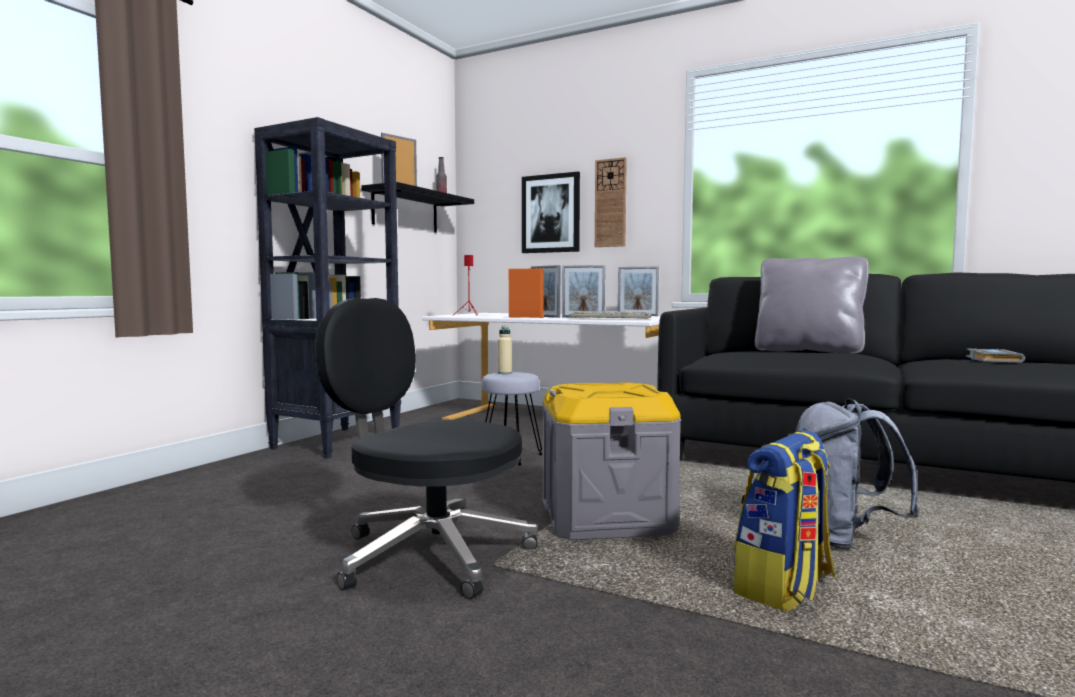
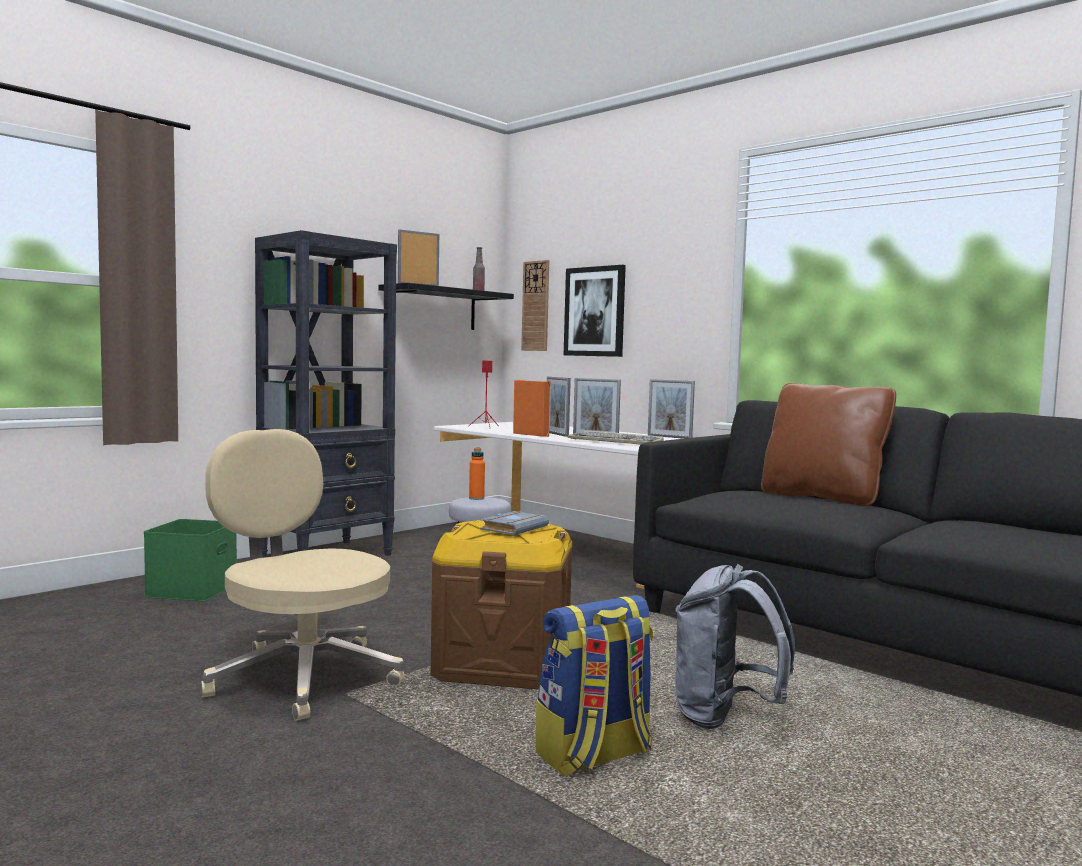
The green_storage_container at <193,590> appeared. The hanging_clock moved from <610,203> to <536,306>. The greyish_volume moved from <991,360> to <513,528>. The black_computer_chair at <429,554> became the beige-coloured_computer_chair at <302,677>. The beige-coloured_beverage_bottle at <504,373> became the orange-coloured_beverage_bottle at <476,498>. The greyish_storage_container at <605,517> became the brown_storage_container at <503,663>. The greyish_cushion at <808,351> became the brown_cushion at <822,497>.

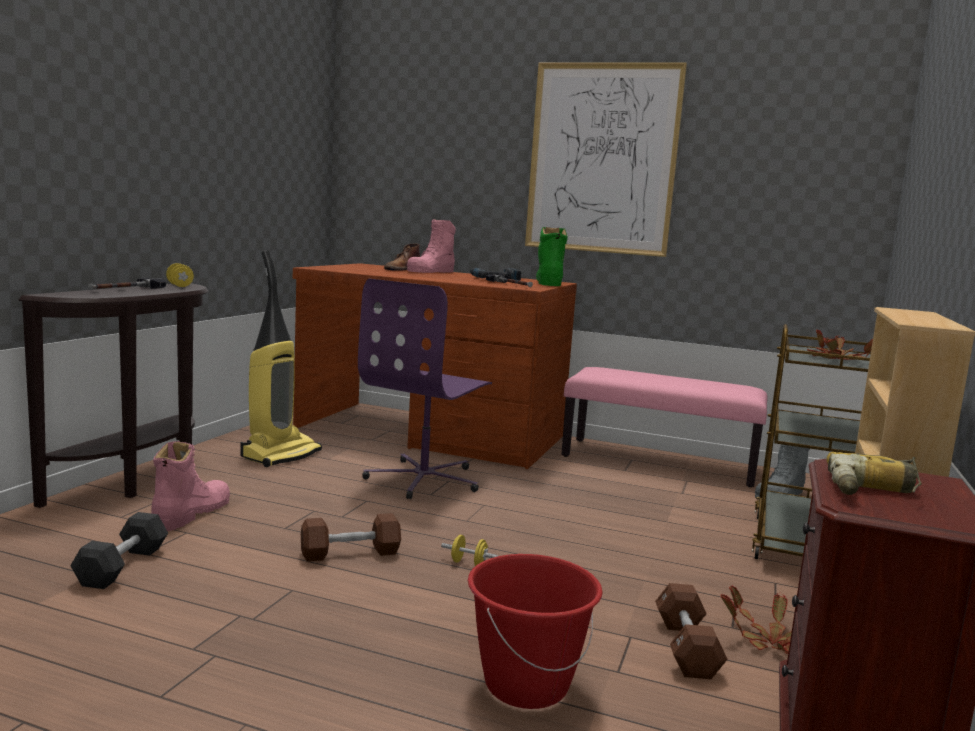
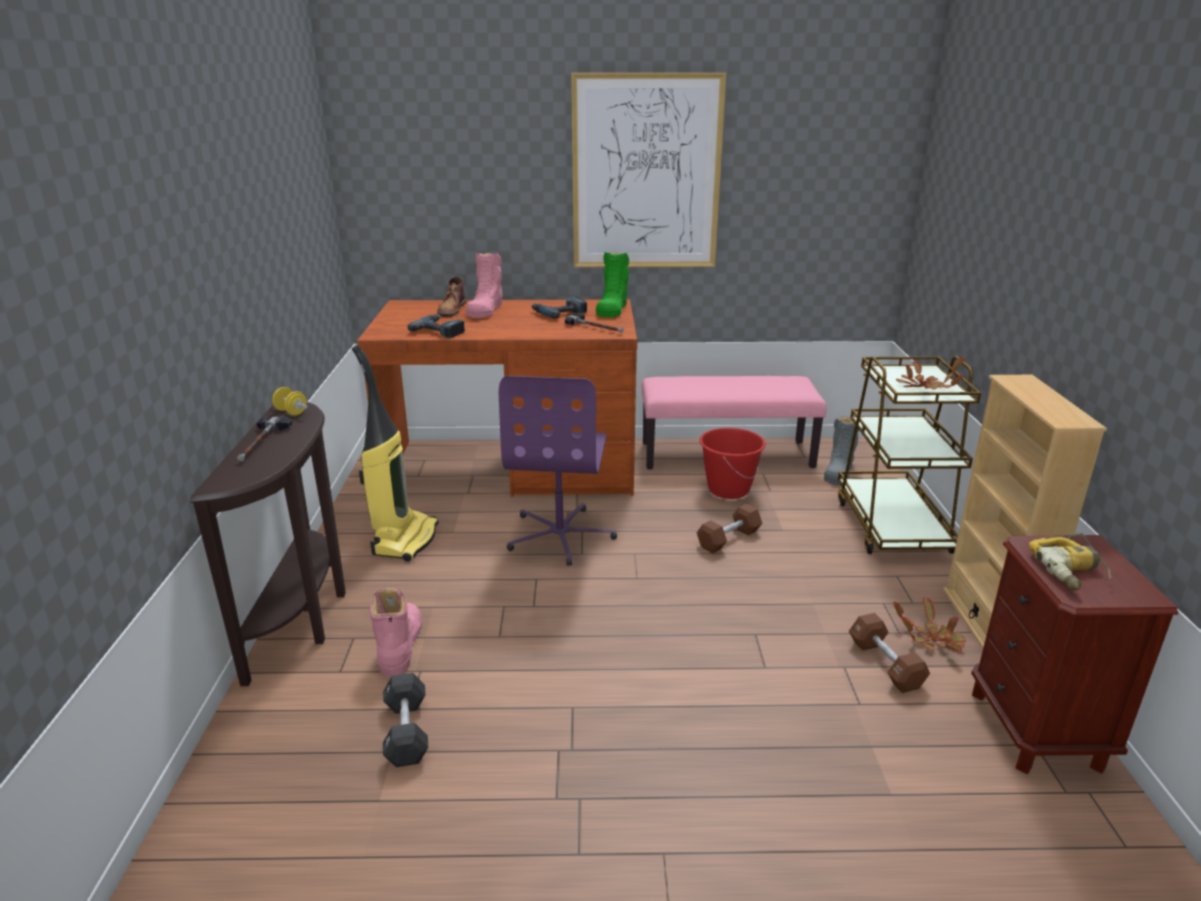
The yellow_free_weight at <468,563> disappeared. The electric_drill at <440,330> appeared. The brown_free_weight moved from <350,553> to <728,539>. The reddish_bucket moved from <525,684> to <728,489>. The green_high-top_boot at <548,283> turned 150 degrees counterclockwise.

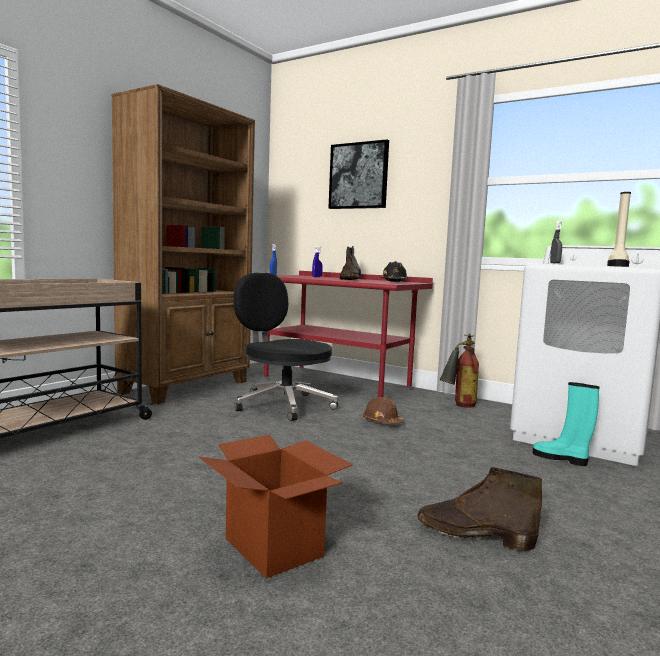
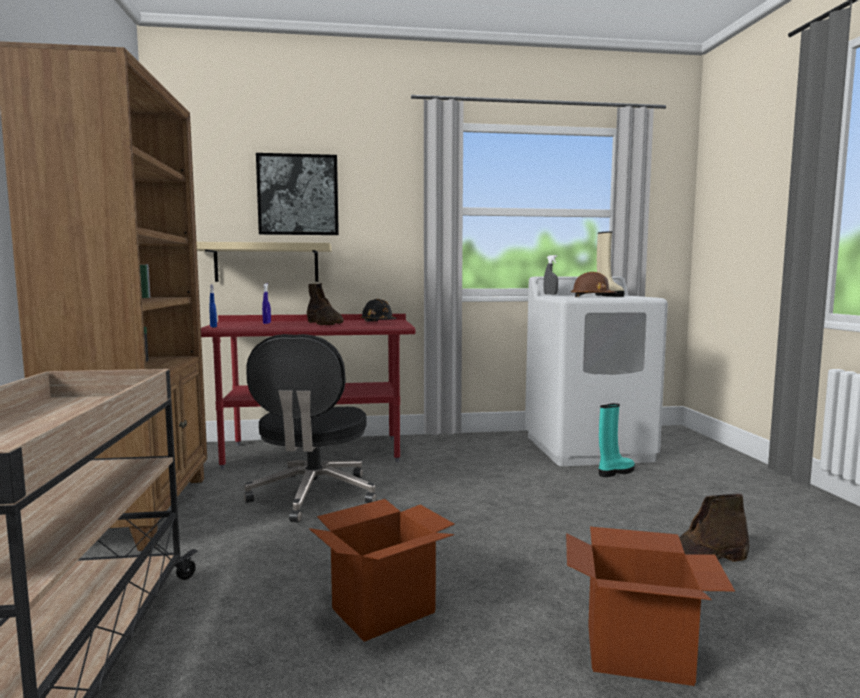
The extinguisher at <458,406> disappeared. The beige-coloured_wall_shelf at <266,263> appeared. The carton at <384,610> appeared. The brown_work_helmet moved from <382,422> to <592,297>. The black_computer_chair at <282,405> turned 90 degrees counterclockwise. The turquoise_high-top_boot at <561,459> turned 150 degrees clockwise.

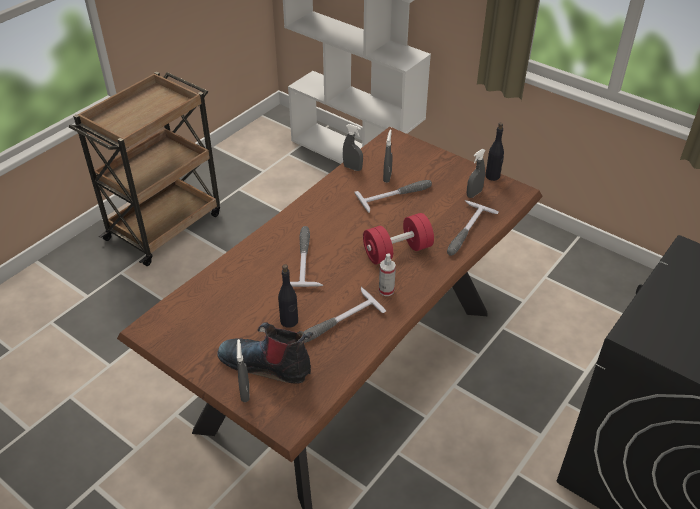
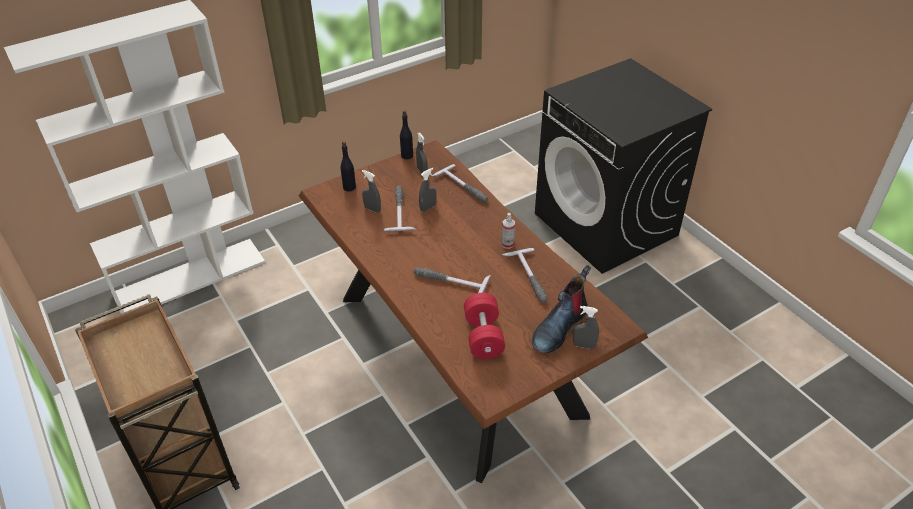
The black_beverage_bottle moved from <289,321> to <349,187>. The greyish_sprayer moved from <352,168> to <428,207>. The reddish_free_weight moved from <397,251> to <483,336>.

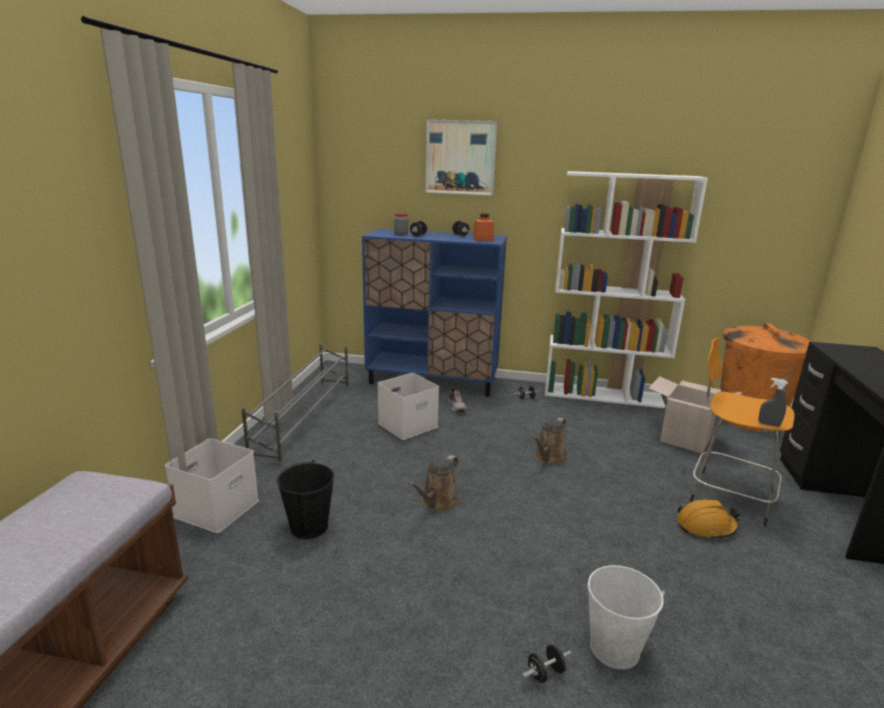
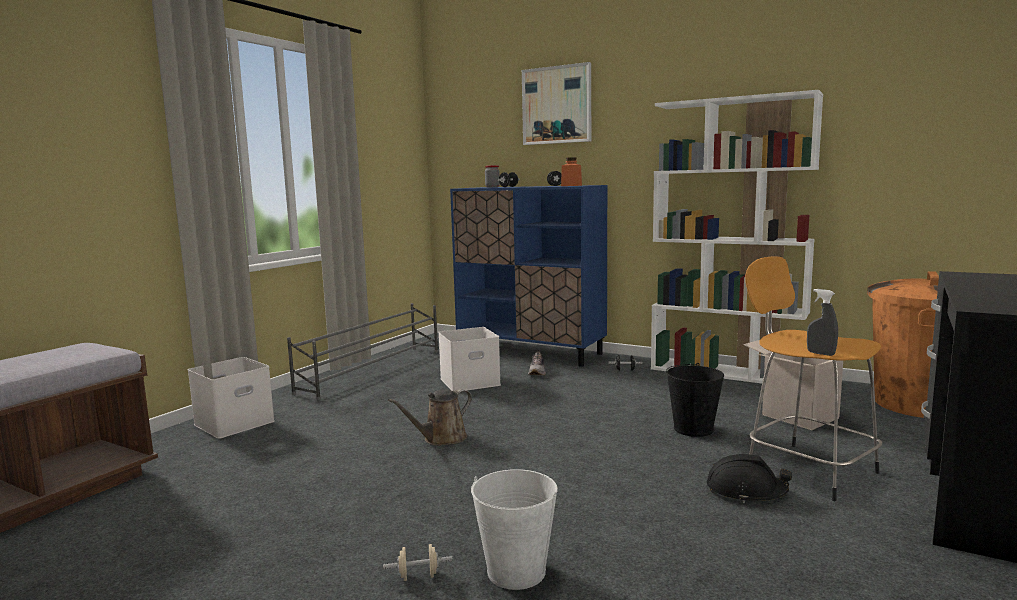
The brown_watering_pot at <549,457> disappeared. The black_bucket moved from <309,526> to <693,429>. The black_free_weight at <545,673> became the beige-coloured_free_weight at <418,576>. The orange-coloured_work_helmet at <706,526> became the black_work_helmet at <746,491>.

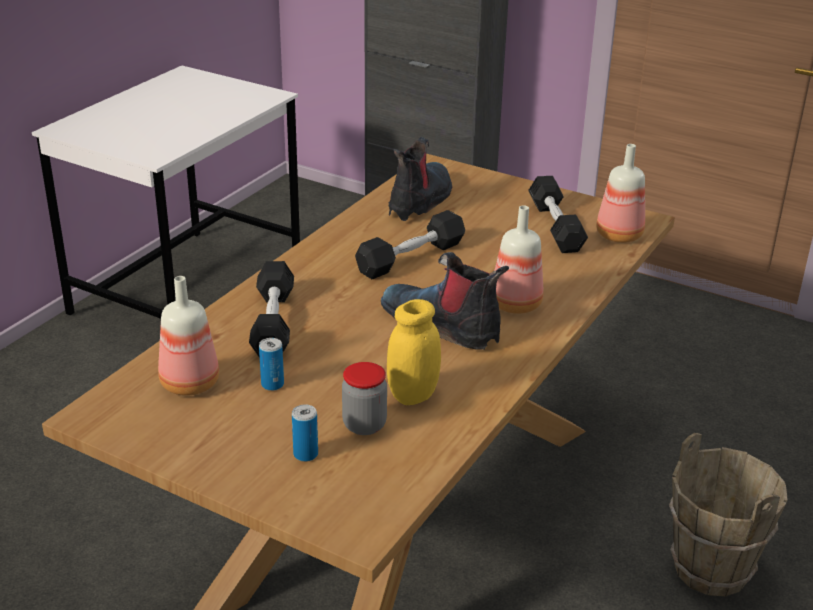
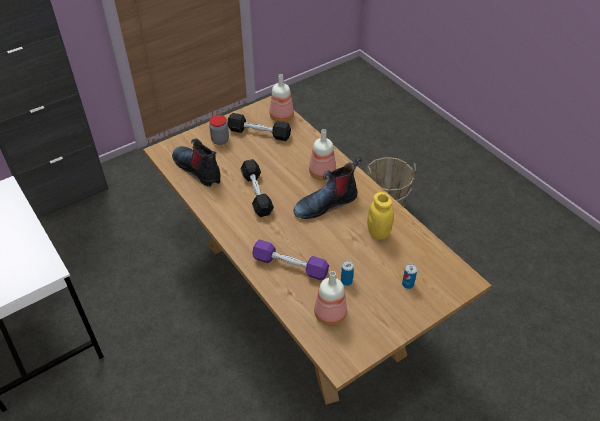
The preserve_jar moved from <364,425> to <220,140>. The black_free_weight at <273,323> became the purple-coloured_free_weight at <290,266>.

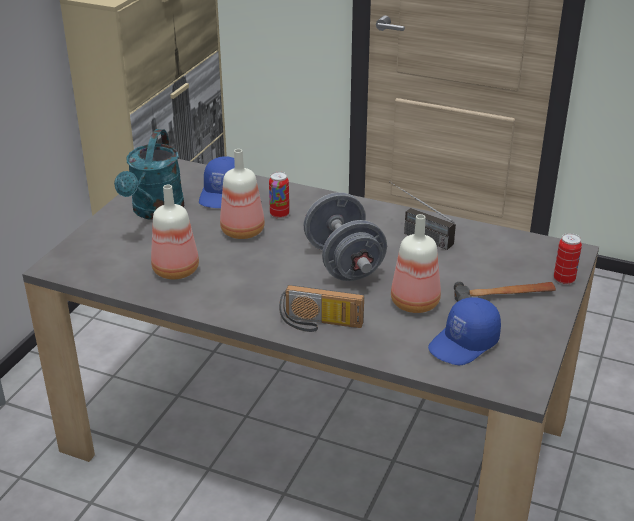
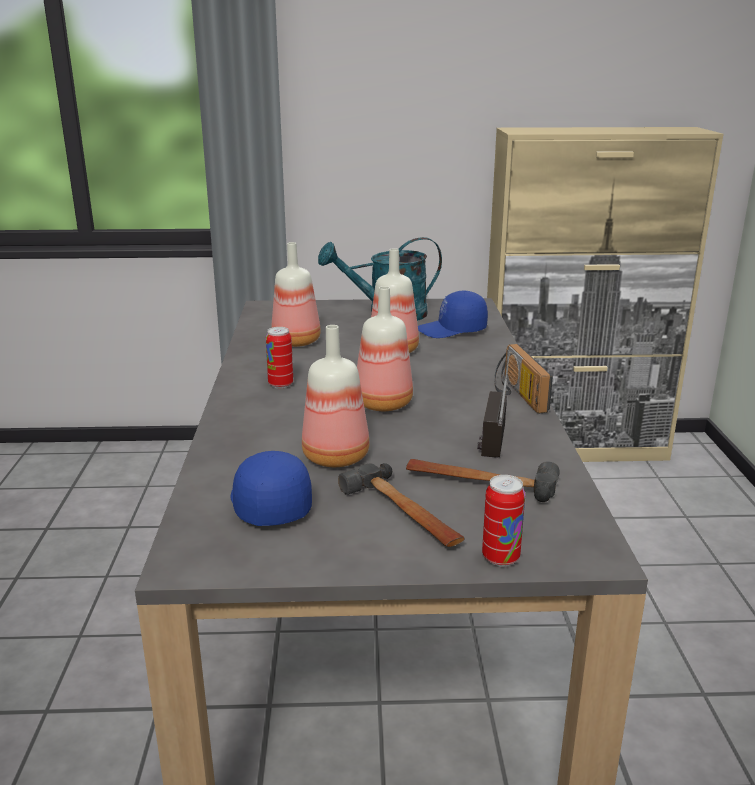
The hammer at <480,482> appeared. The can moved from <279,214> to <280,384>. The radio_receiver moved from <320,324> to <516,395>. The greyish_free_weight at <344,263> was replaced by the beverage_bottle at <383,405>. The blue_peaked_cap at <464,344> turned 45 degrees clockwise.

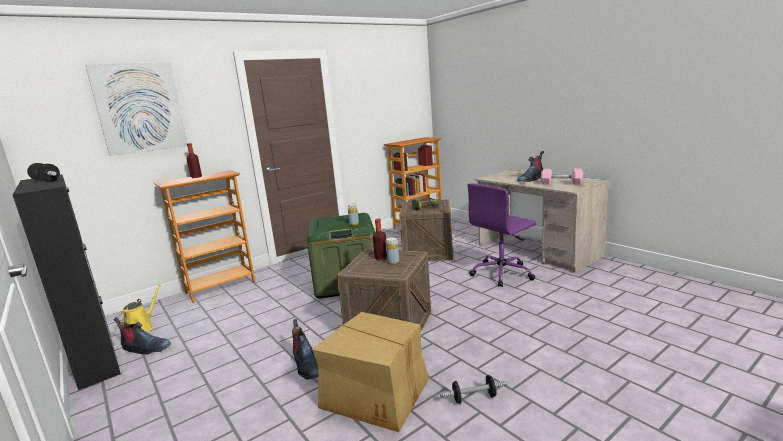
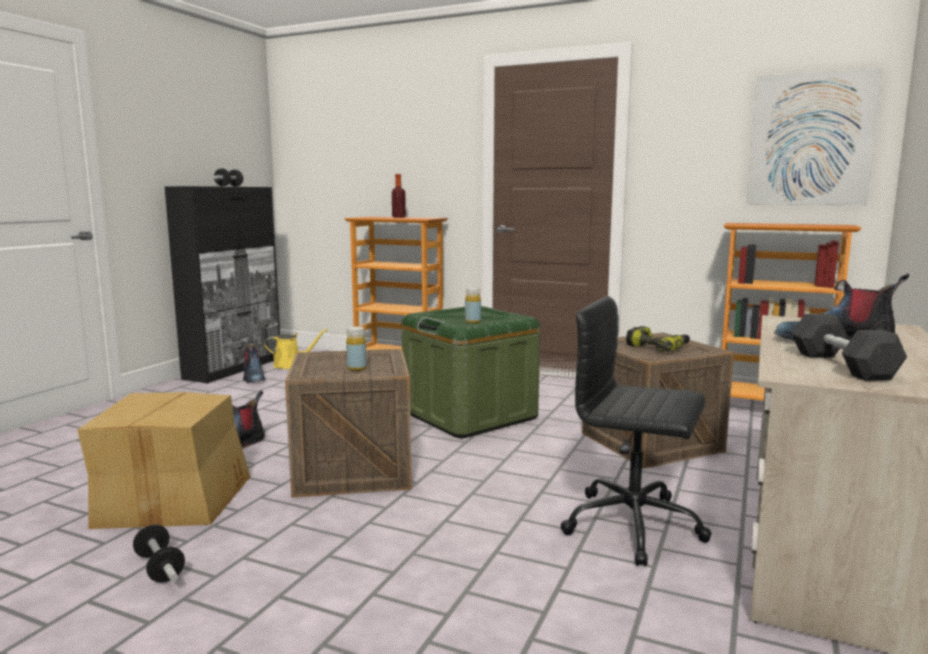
The beverage_bottle at <381,258> disappeared. The picture moved from <140,108> to <810,139>. The purple-coloured_computer_chair at <502,273> became the black_computer_chair at <635,526>. The pink_free_weight at <561,183> became the greyish_free_weight at <842,365>.

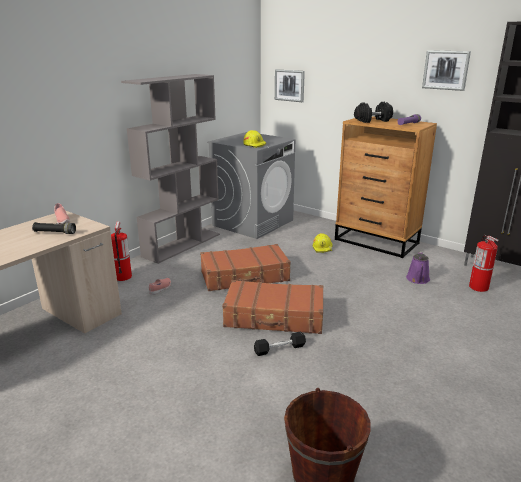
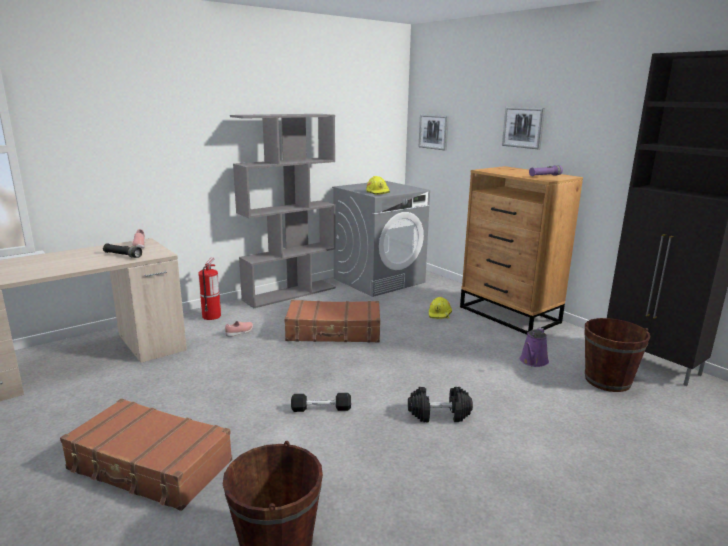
The brown_travel_case moved from <274,317> to <150,466>. The black_free_weight moved from <372,121> to <439,415>. The picture moved from <446,70> to <523,127>. The extinguisher at <479,287> was replaced by the brown_bucket at <607,381>.

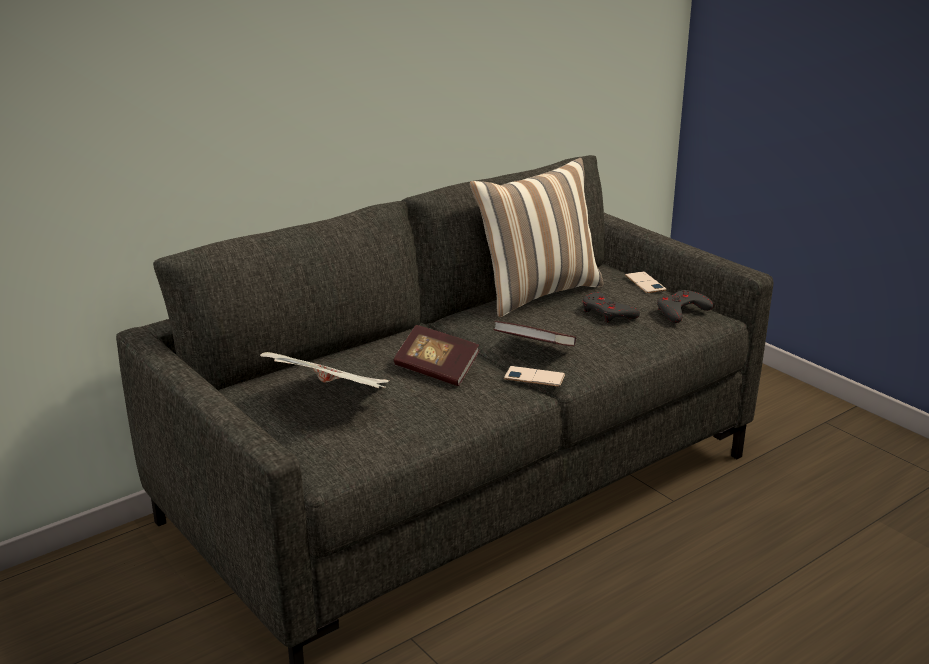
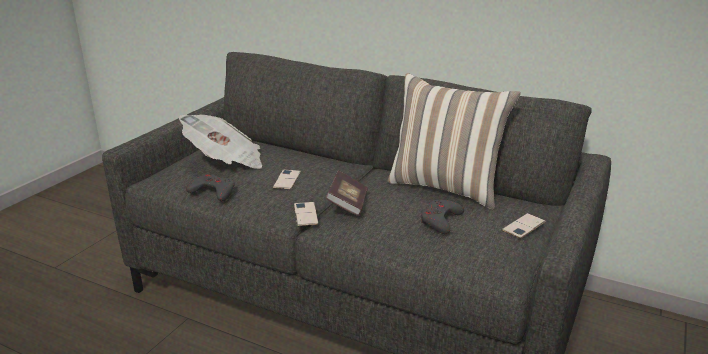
The greyish_game_controller moved from <681,311> to <213,191>. The volume at <436,370> was replaced by the phone at <287,180>.

